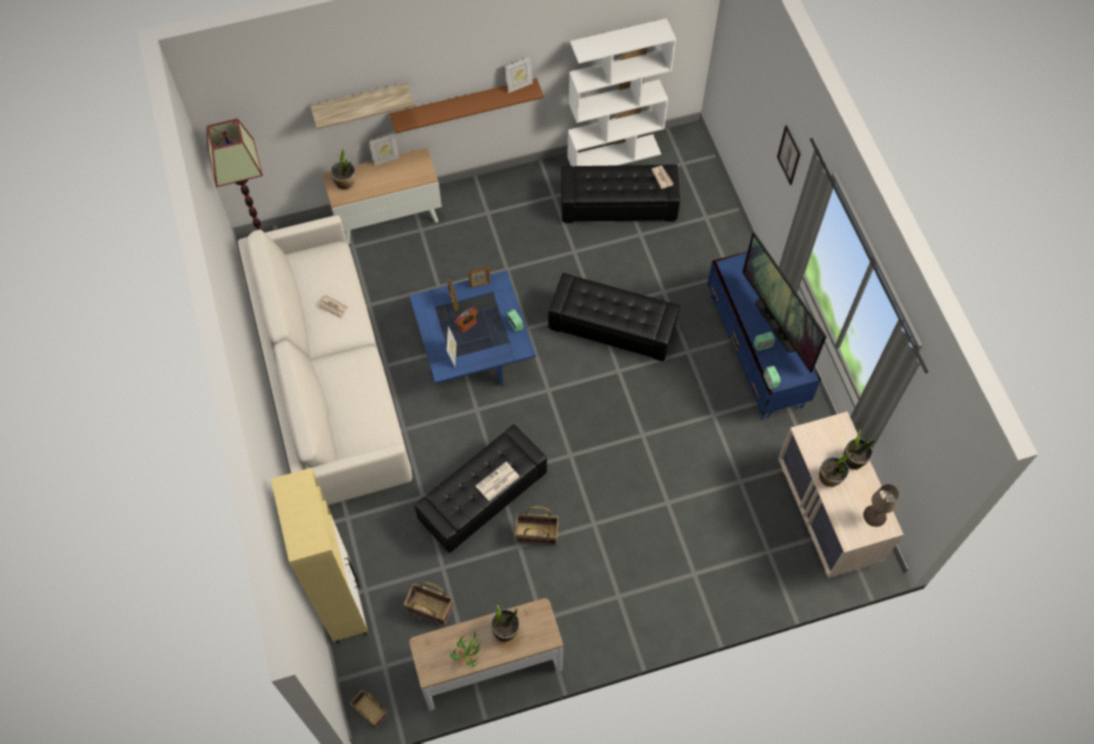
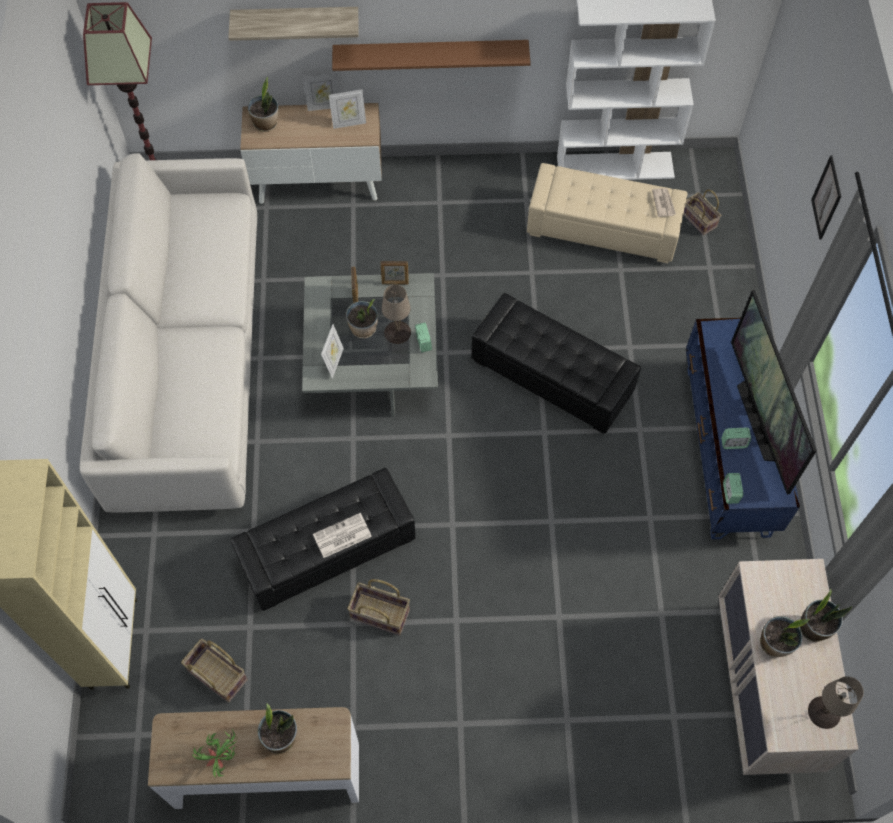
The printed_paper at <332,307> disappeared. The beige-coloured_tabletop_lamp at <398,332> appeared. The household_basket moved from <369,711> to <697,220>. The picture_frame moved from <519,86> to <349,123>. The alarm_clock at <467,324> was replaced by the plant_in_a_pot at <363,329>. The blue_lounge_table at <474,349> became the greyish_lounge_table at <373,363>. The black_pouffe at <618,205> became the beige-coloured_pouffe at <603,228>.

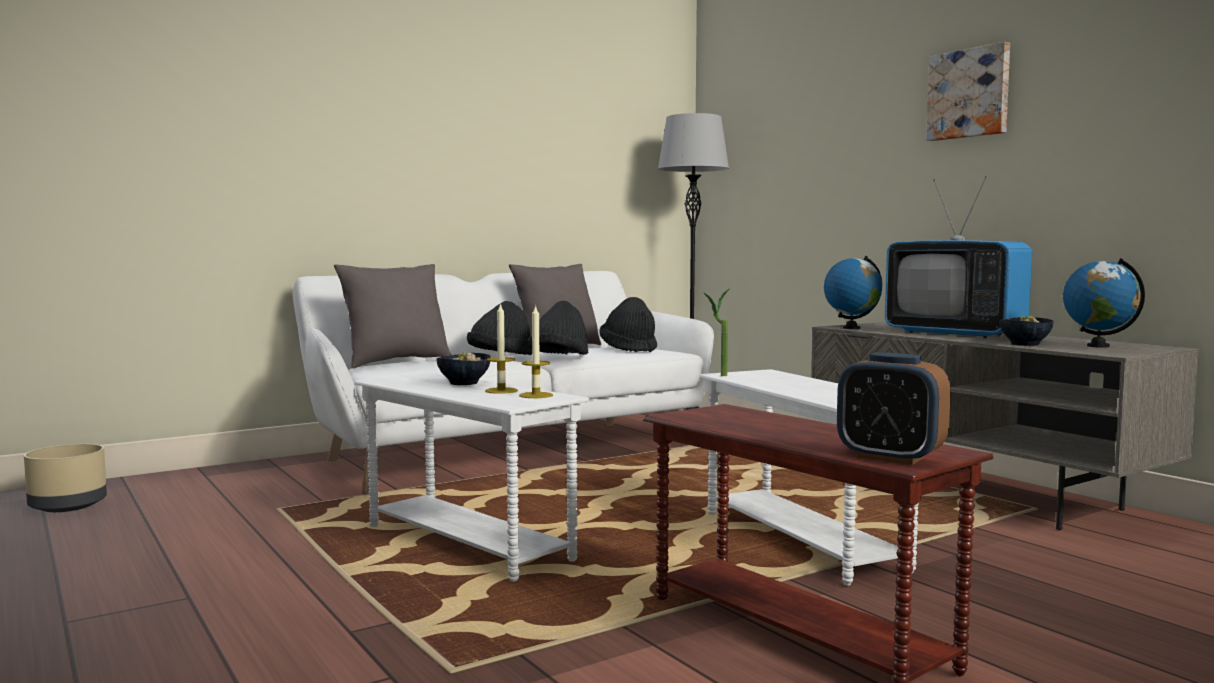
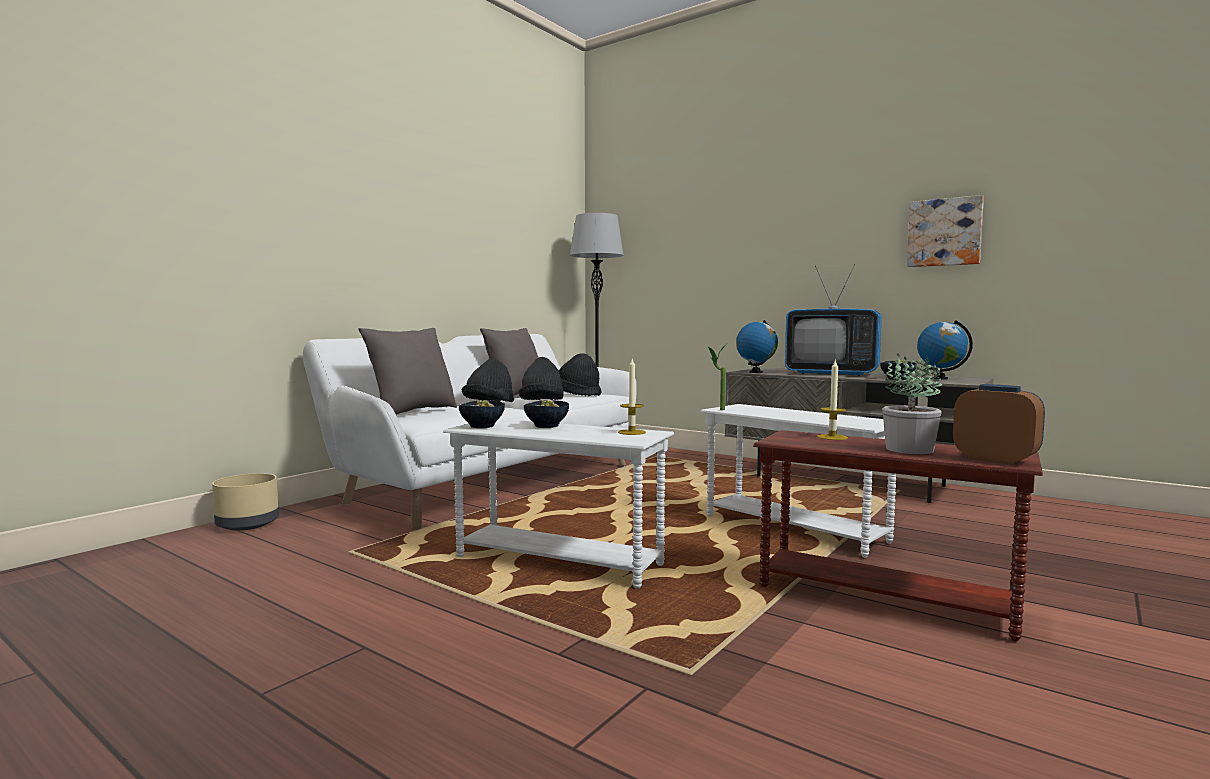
The serving_bowl at <483,426> appeared. The plant_in_a_pot at <908,449> appeared. The beige-coloured_plant_pot moved from <68,505> to <247,524>. The candle moved from <501,391> to <832,437>. The picture moved from <969,94> to <944,232>. The alarm_clock at <890,457> turned 150 degrees counterclockwise.

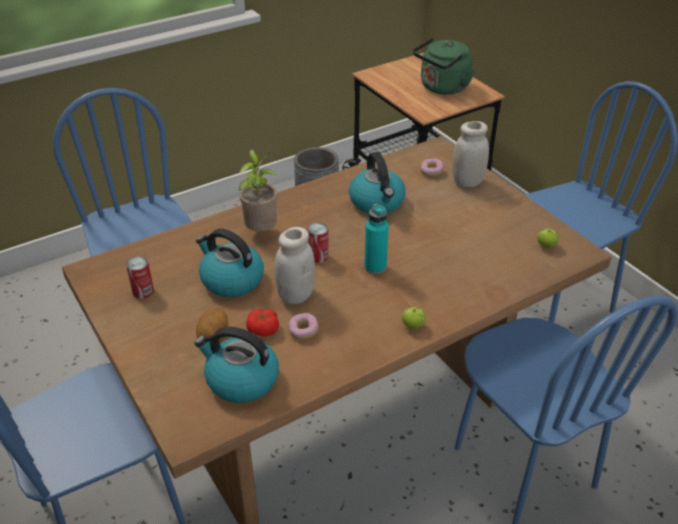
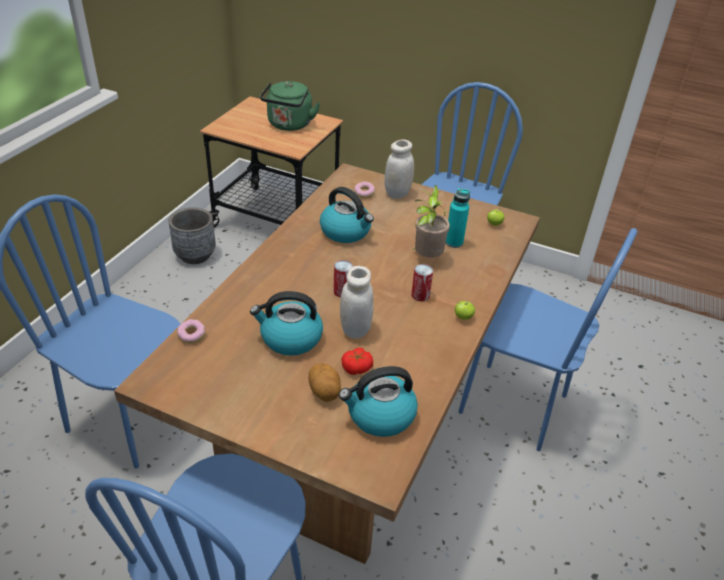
The can moved from <143,291> to <420,295>. The plant_in_a_pot moved from <261,231> to <426,258>. The doughnut moved from <303,331> to <191,336>. The turquoise_beverage_bottle moved from <375,267> to <454,242>.

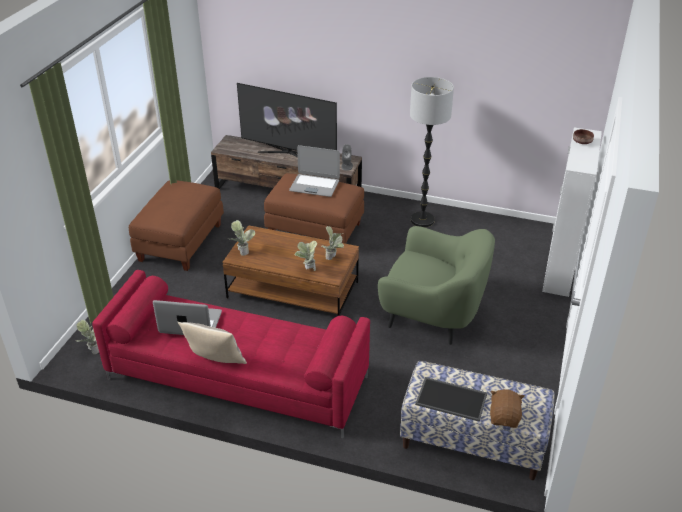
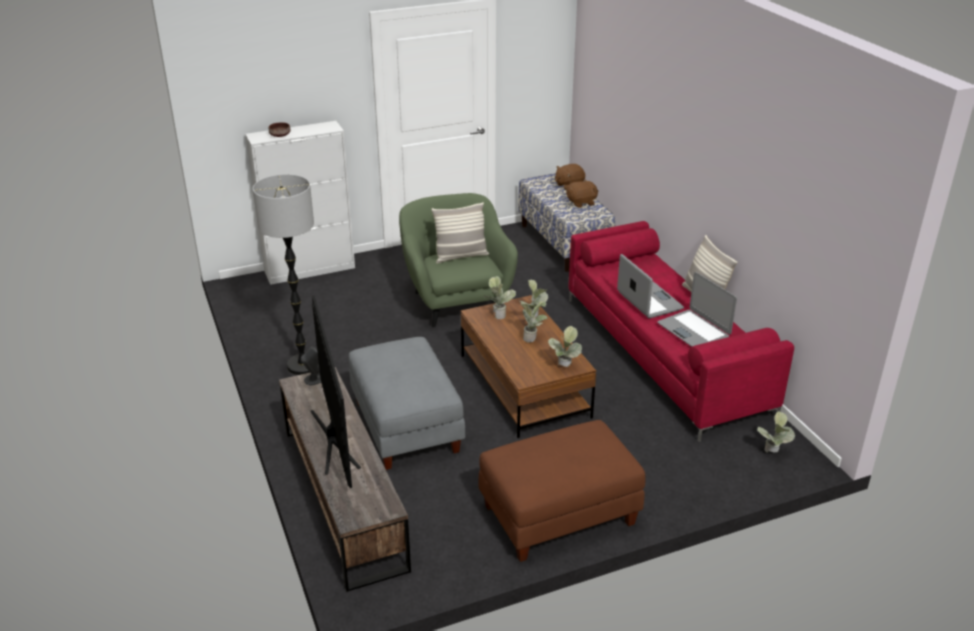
The cushion at <461,256> appeared. The plant_in_a_pot at <532,338> appeared. The laptop moved from <314,185> to <649,301>. The tray at <452,398> was replaced by the brown_cuddly_toy at <581,203>. The brown_pouffe at <316,229> became the greyish_pouffe at <405,426>.

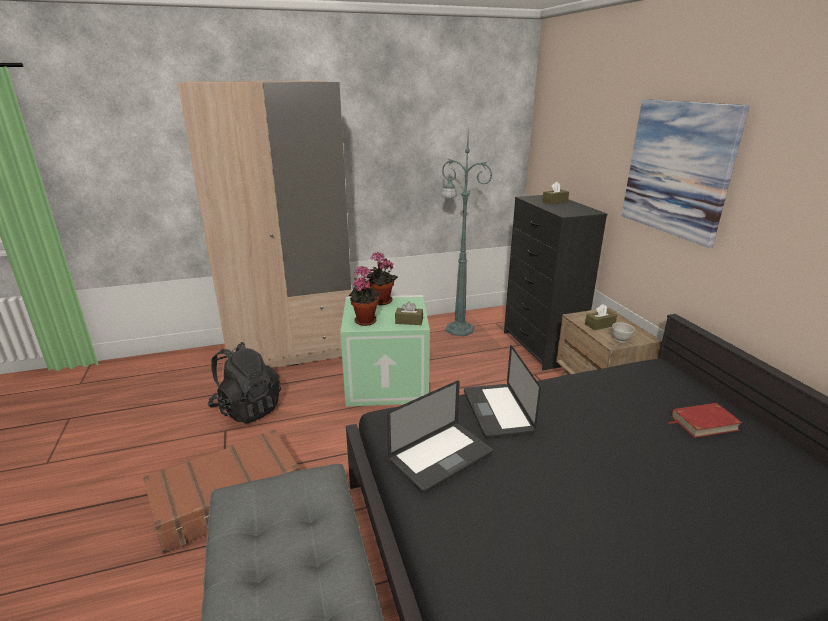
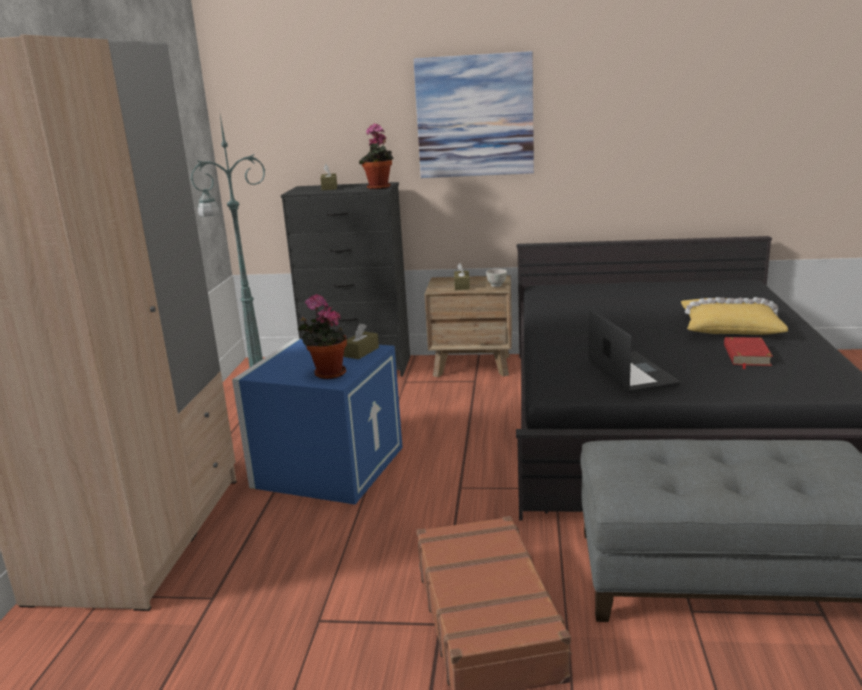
The black_rucksack at <247,409> disappeared. The laptop at <497,411> disappeared. The yellow_cushion at <729,327> appeared. The plant_in_a_pot moved from <380,302> to <379,188>. The reddish_volume moved from <703,423> to <746,355>. The green_storage_container at <388,381> became the blue_storage_container at <328,465>.

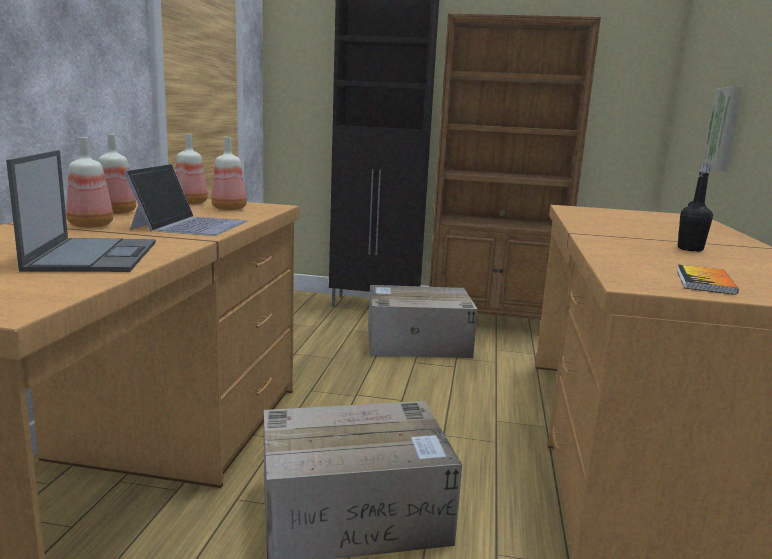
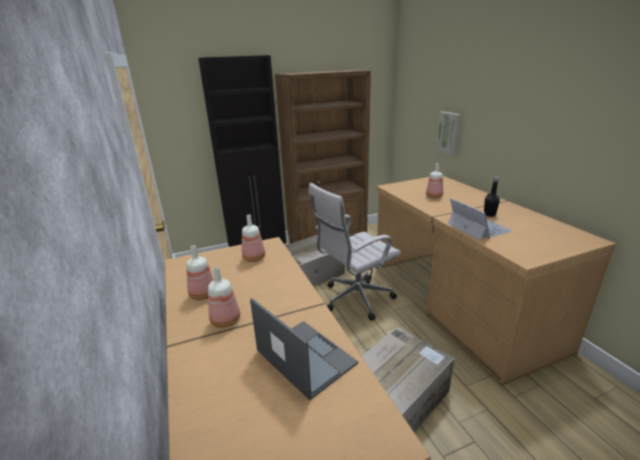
The volume at <705,282> disappeared. The whitish_computer_chair at <354,299> appeared. The laptop moved from <190,225> to <478,227>. The beverage_bottle moved from <191,203> to <434,196>.

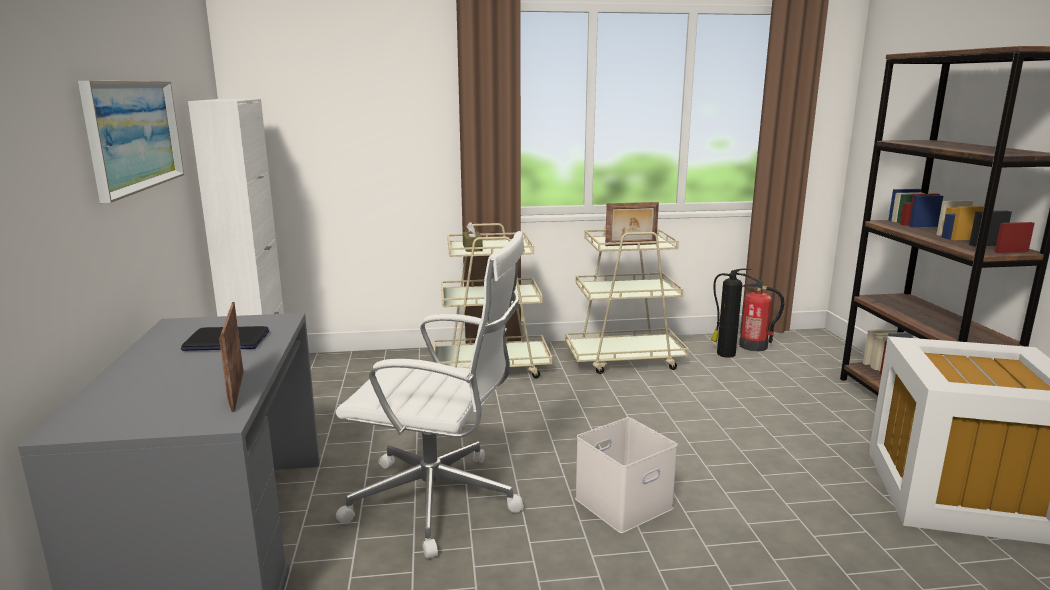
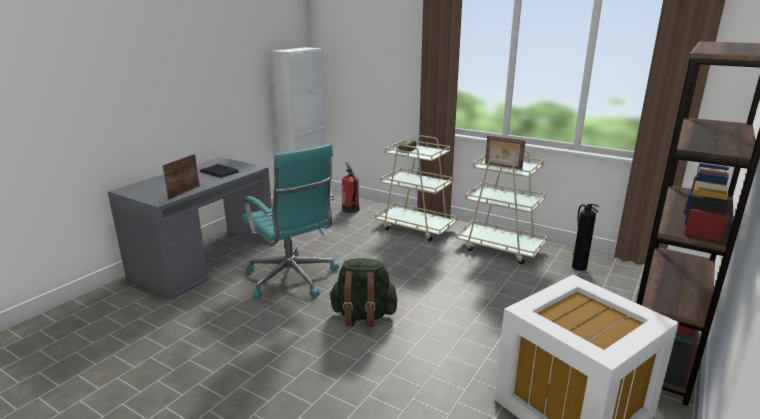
The picture at <134,135> disappeared. The extinguisher moved from <754,346> to <350,209>. The whitish_storage_container at <623,504> was replaced by the green_rucksack at <363,316>. The whitish_computer_chair at <439,501> became the turquoise_computer_chair at <292,279>.

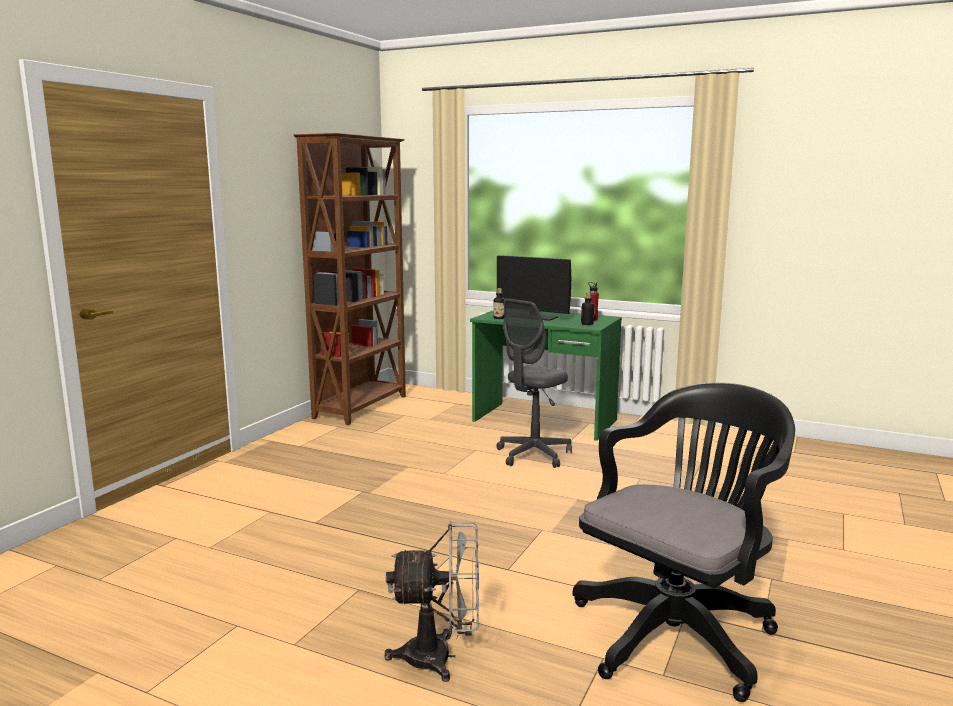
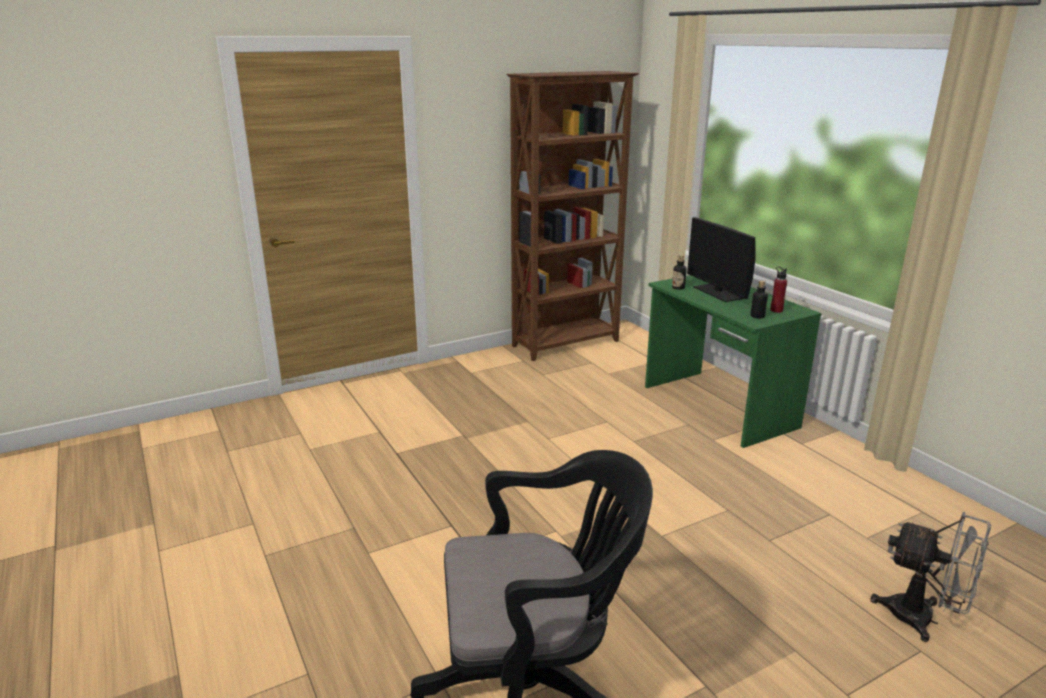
The greyish_computer_chair at <533,455> disappeared. The greyish_electric_fan moved from <441,657> to <923,619>.

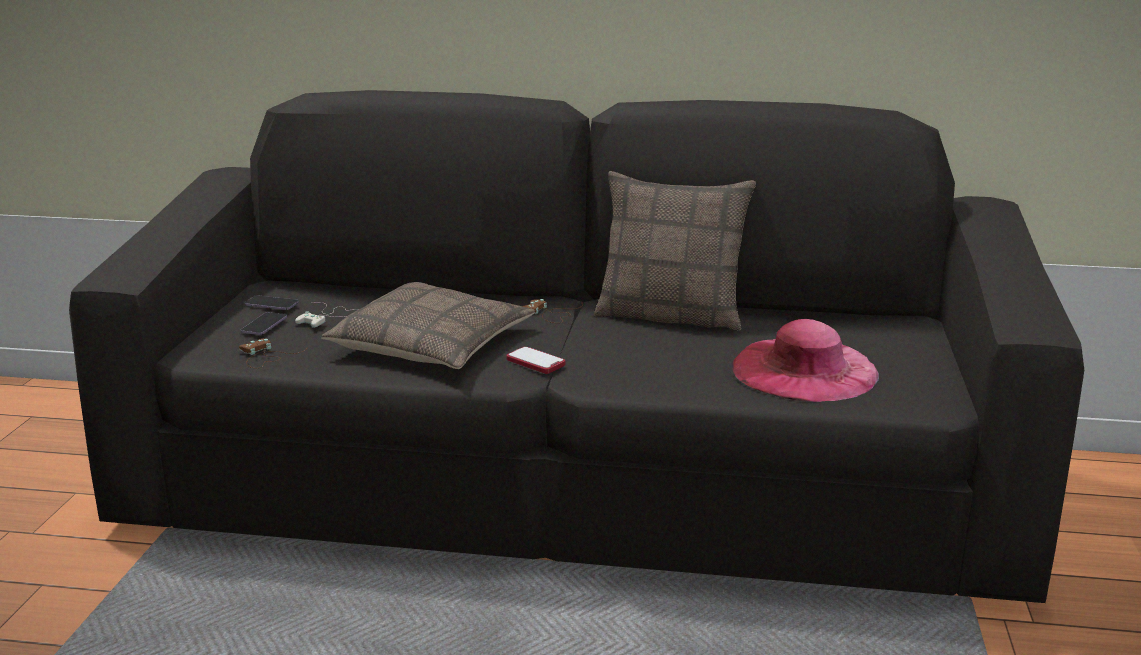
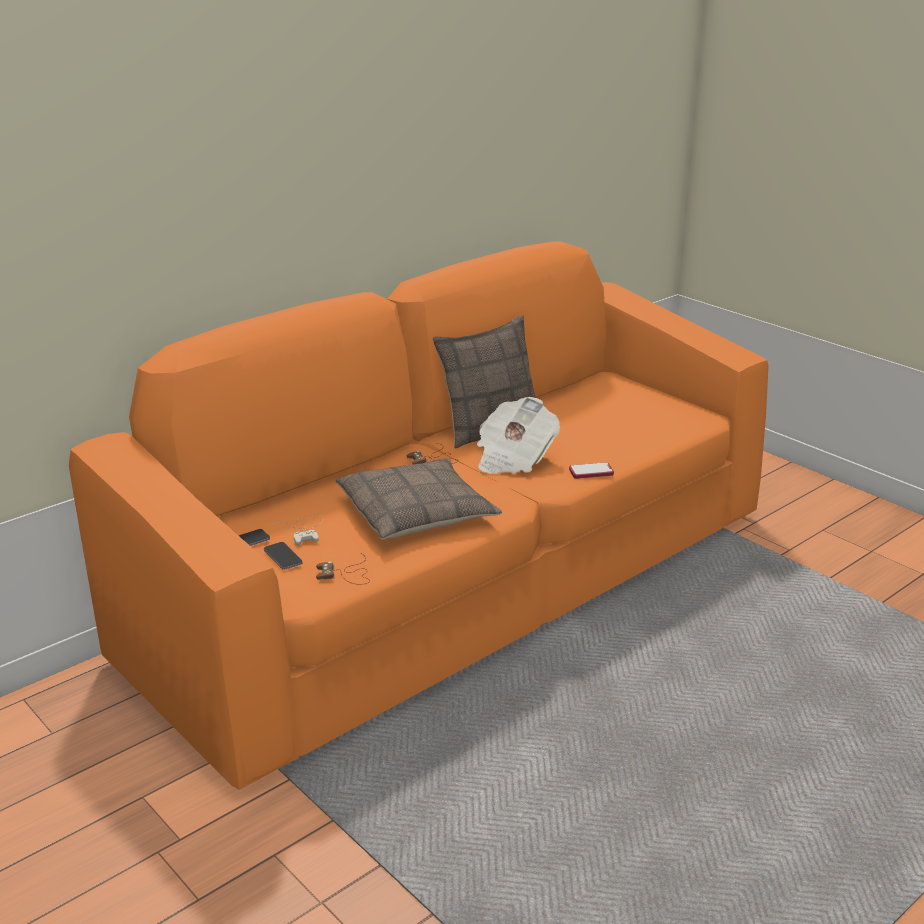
The pink_hat at <804,370> disappeared. The printed_paper at <513,458> appeared. The phone moved from <535,362> to <591,472>. The black_settee at <573,490> became the orange-coloured_settee at <462,583>.

